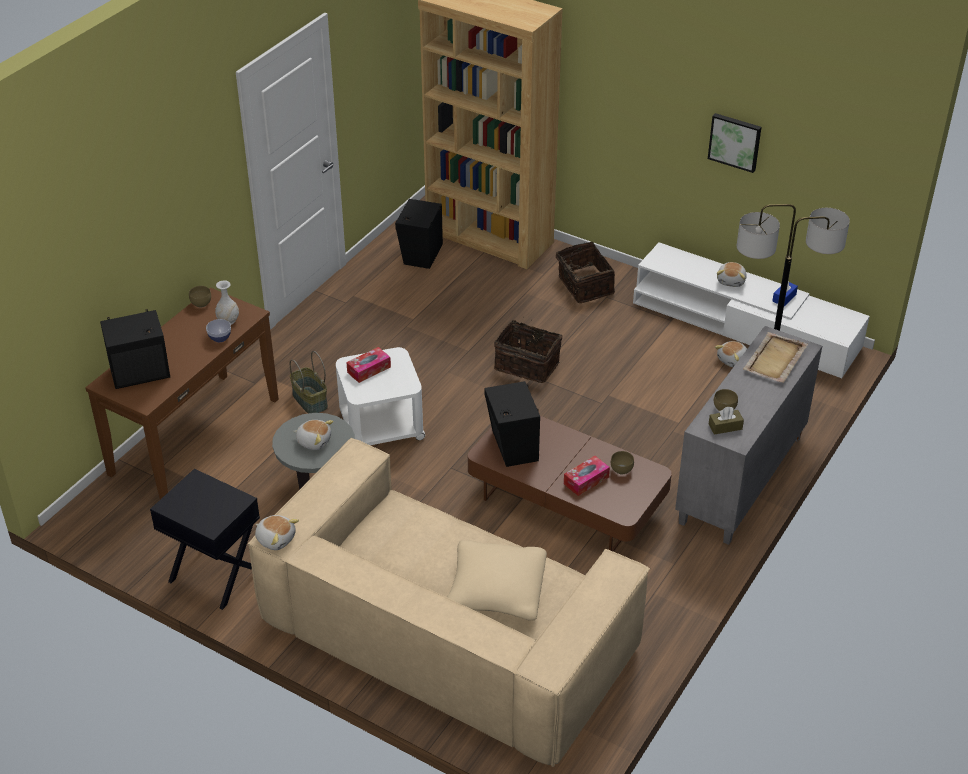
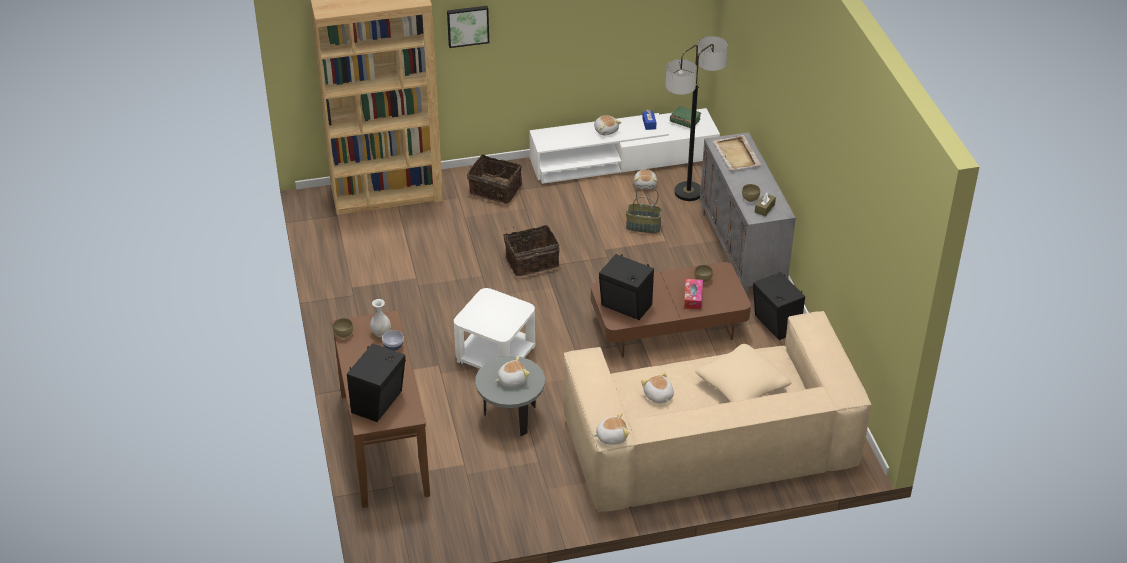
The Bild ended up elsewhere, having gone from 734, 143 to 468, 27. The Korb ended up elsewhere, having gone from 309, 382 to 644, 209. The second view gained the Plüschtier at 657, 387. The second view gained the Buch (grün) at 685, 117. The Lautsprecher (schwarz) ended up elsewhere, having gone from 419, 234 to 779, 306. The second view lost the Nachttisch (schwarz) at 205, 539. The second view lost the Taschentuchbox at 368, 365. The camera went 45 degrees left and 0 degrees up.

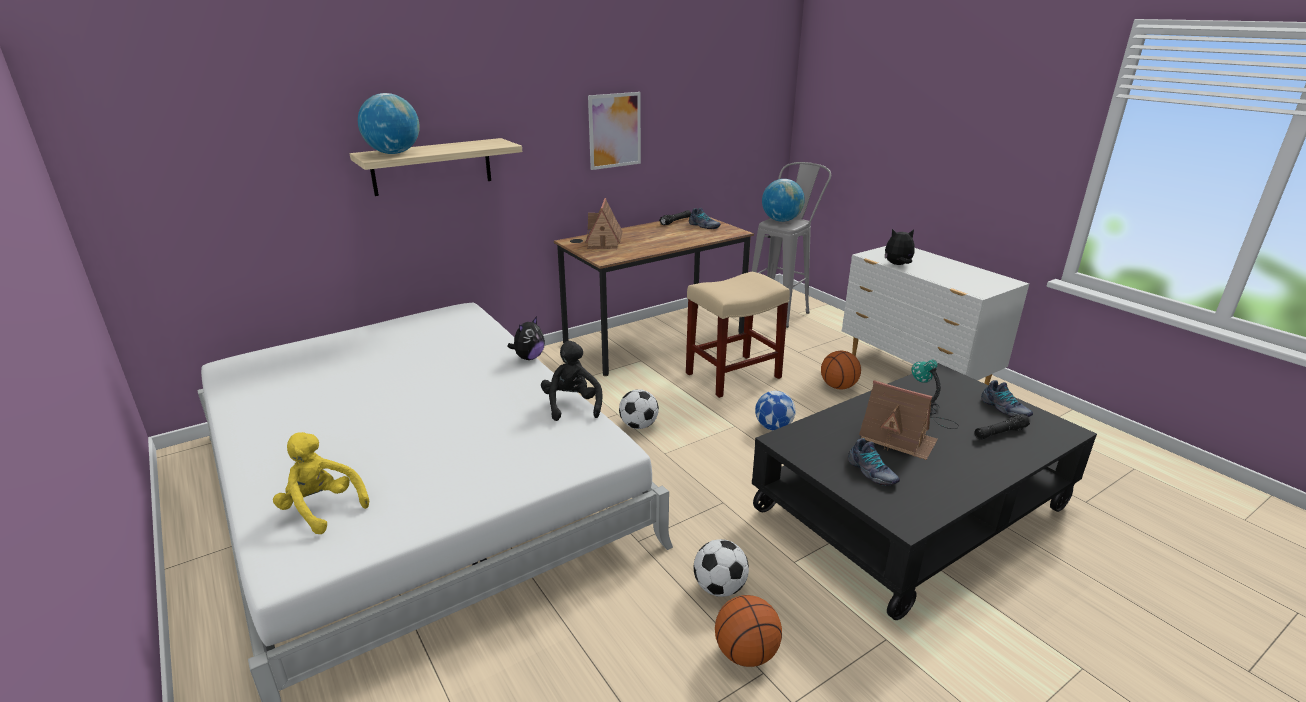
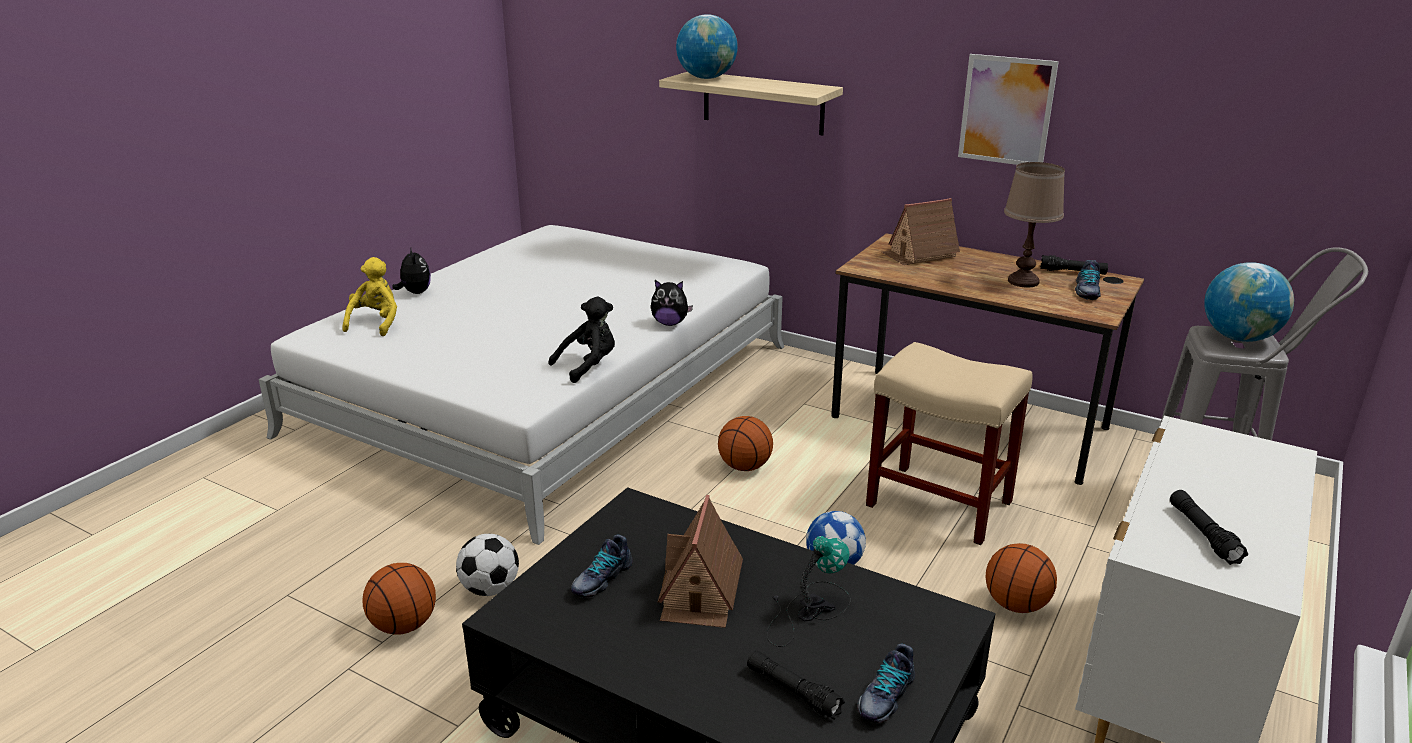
The Plüschtier ended up elsewhere, having gone from 900, 247 to 411, 270. Where the Fußball stood at 639, 409, the Basketball came to stand at 745, 443. The second view gained the Tischlampe (braun) at 1034, 224. The second view gained the Taschenlampe (schwarz) at 1209, 527. The camera went 65 degrees right and 0 degrees up.

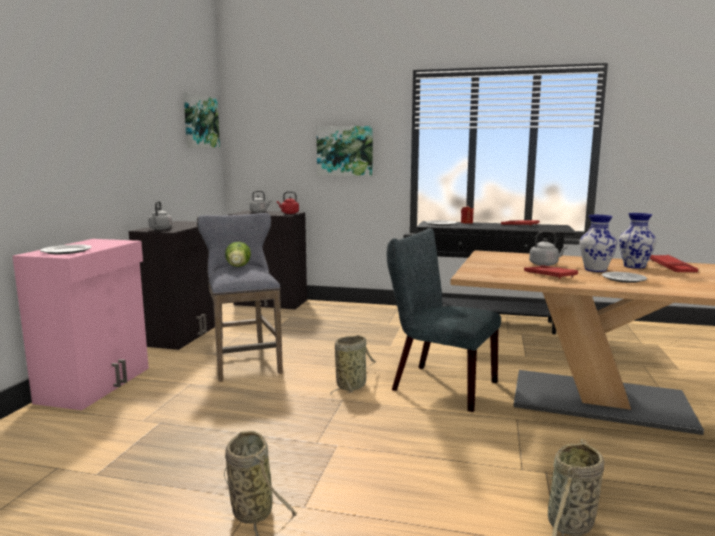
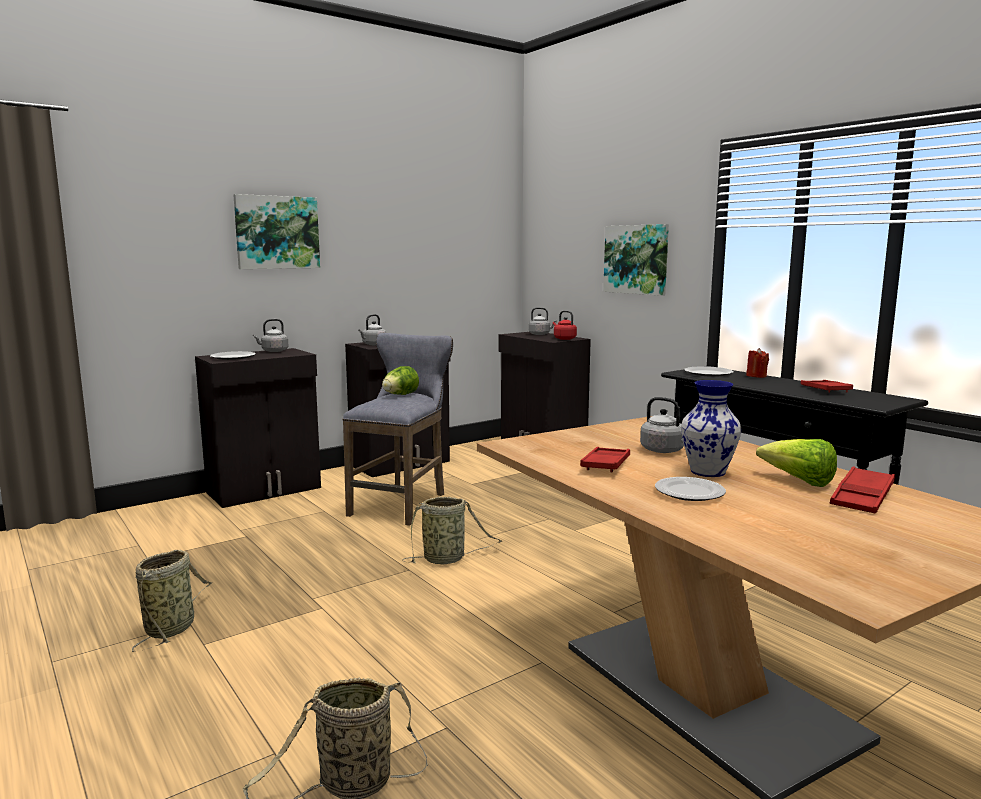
What was the Schrank (rosa) at 80, 324 turned into the Schrank (schwarz) at 258, 428. The Bild ended up elsewhere, having gone from 202, 120 to 276, 231. The second view gained the Wasserkessel (grau) at 270, 335. Where the Vase stood at 638, 241, the Salatkopf came to stand at 796, 463. The second view lost the Stuhl (grau) at 444, 320. The camera went 40 degrees right and 0 degrees up.

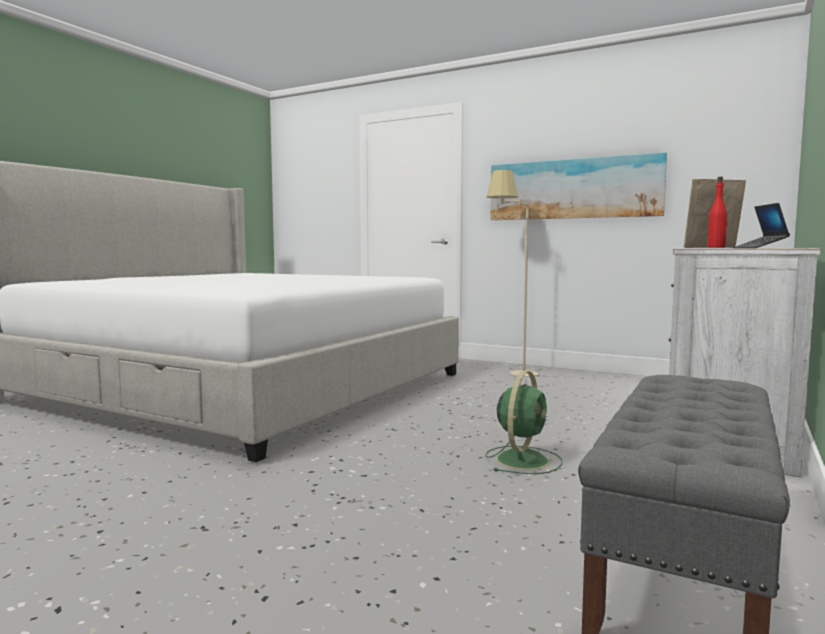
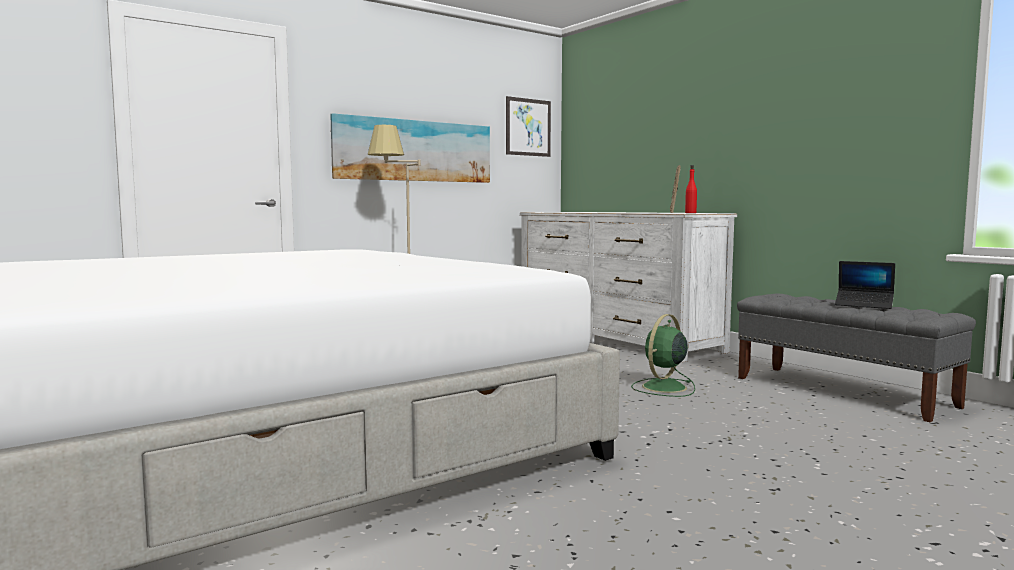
The second view gained the Bild at 528, 126. The Ventilator (grün) at 523, 422 ended up facing another way, 105 degrees counterclockwise from before. The Laptop ended up elsewhere, having gone from 762, 225 to 865, 285. The camera went 65 degrees left and 0 degrees up.

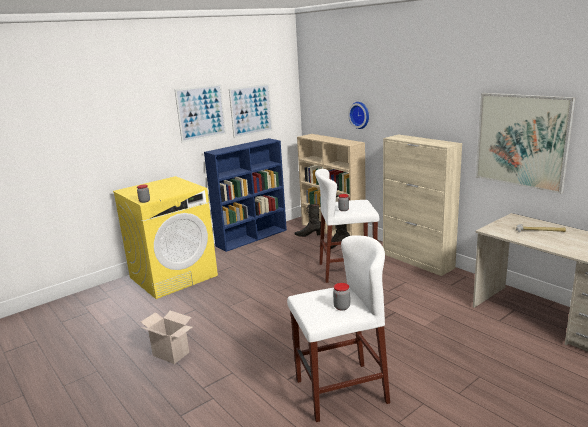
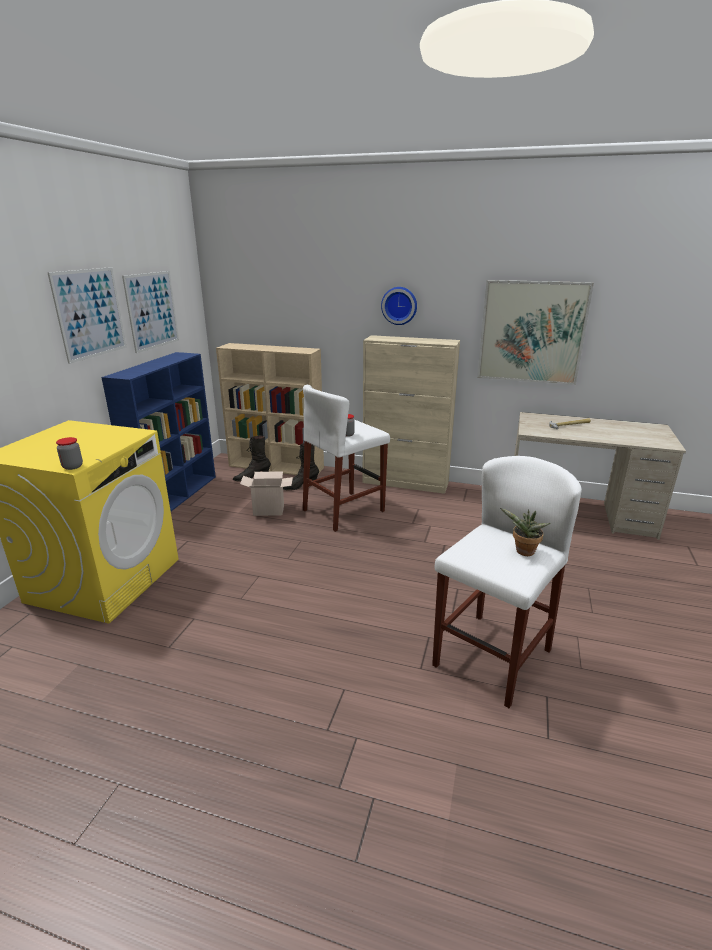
The Karton ended up elsewhere, having gone from 166, 337 to 266, 493. The Wanduhr ended up elsewhere, having gone from 358, 115 to 399, 306. Where the Vorratsglas stood at 341, 297, the Topfpflanze came to stand at 525, 532. The camera went 35 degrees left and 5 degrees up.

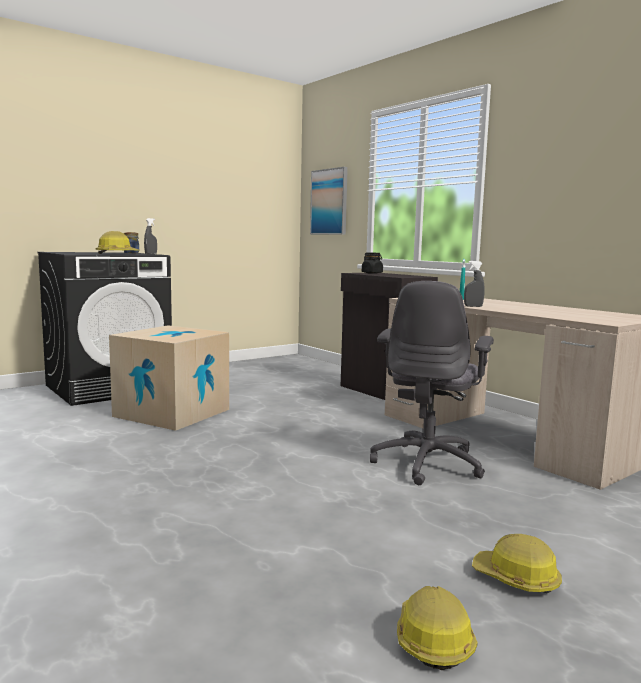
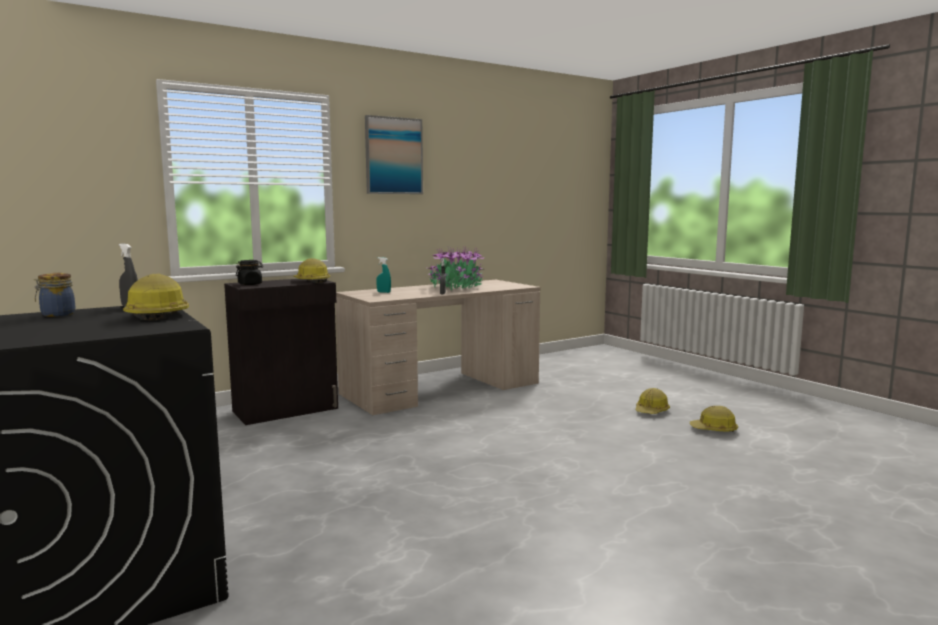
The second view gained the Schutzhelm at 311, 270. The Bild ended up elsewhere, having gone from 329, 201 to 394, 154. The second view gained the Topfpflanze at 456, 268. The second view lost the Karton at 169, 378. The second view lost the Bürostuhl (grau) at 432, 383. The camera went 85 degrees left and 0 degrees up.

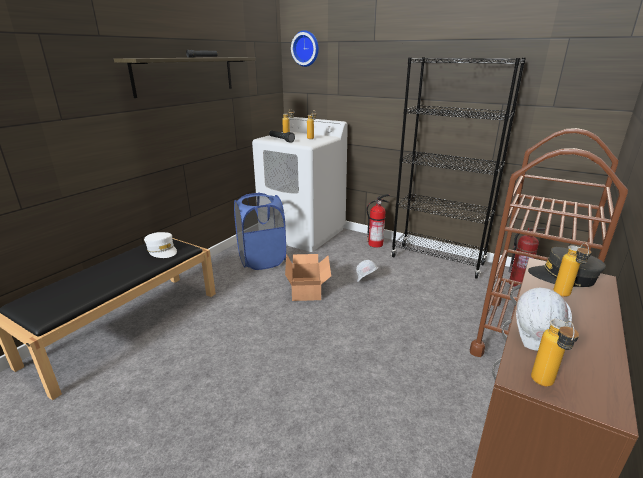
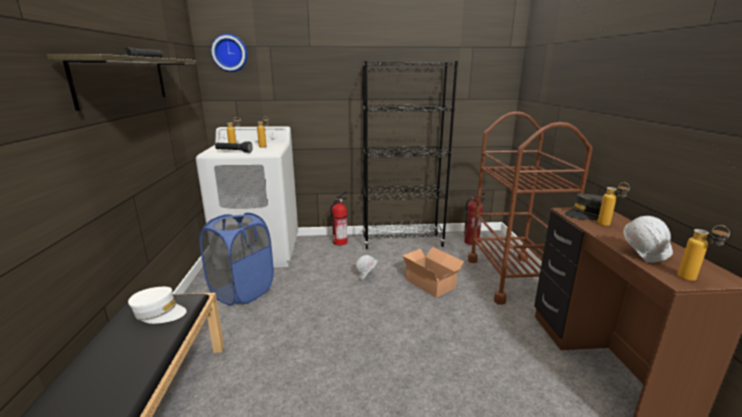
The Karton ended up elsewhere, having gone from 308, 277 to 433, 272. The camera went 35 degrees left and 5 degrees down.

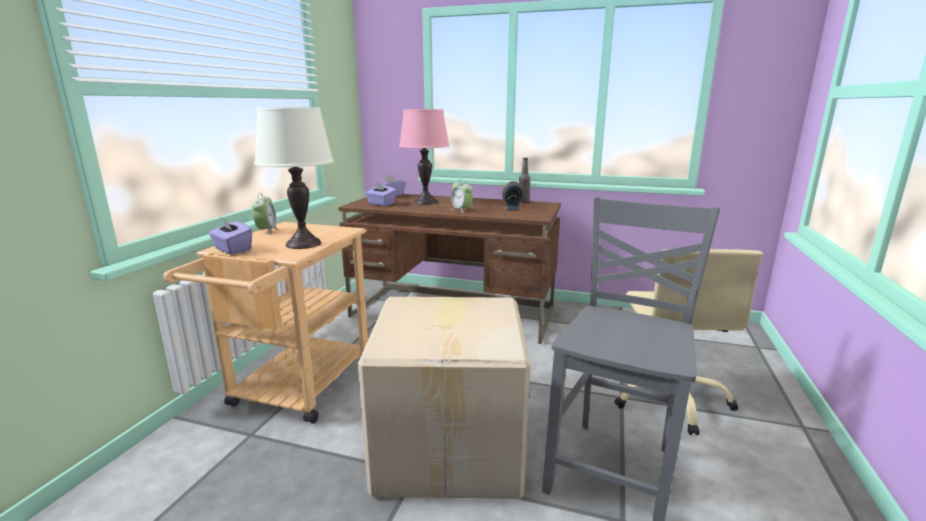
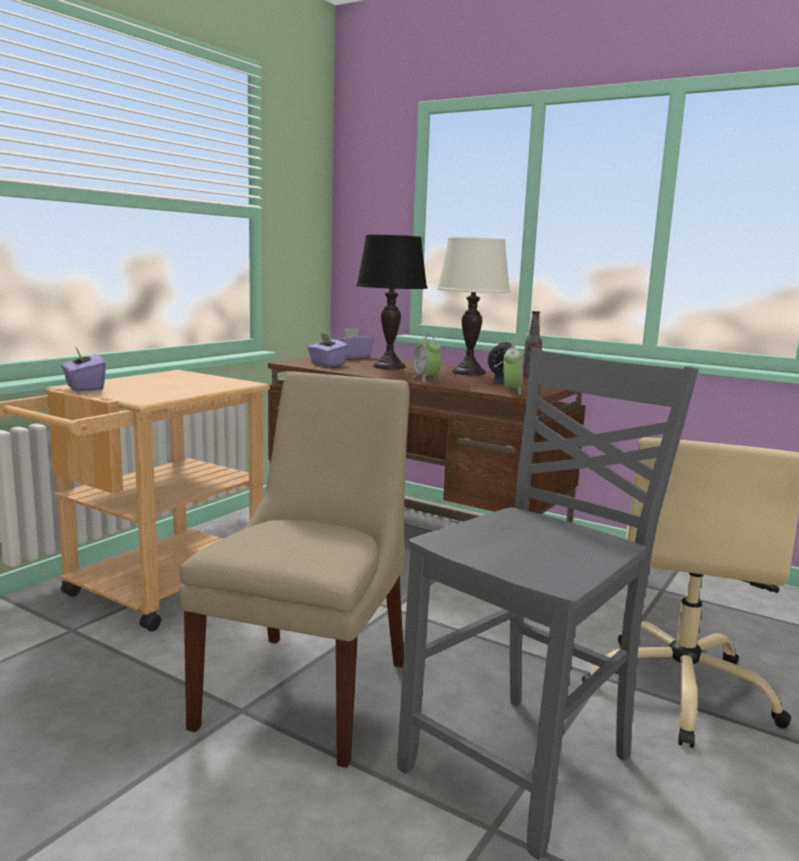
Where the Karton stood at 444, 398, the Stuhl (beige) came to stand at 294, 569. What was the Tischlampe (rosa) at 424, 157 turned into the Tischlampe (schwarz) at 391, 302. The Tischlampe (weiß) ended up elsewhere, having gone from 294, 178 to 473, 306. The Wecker ended up elsewhere, having gone from 265, 214 to 513, 368. The camera went 15 degrees right and 5 degrees down.

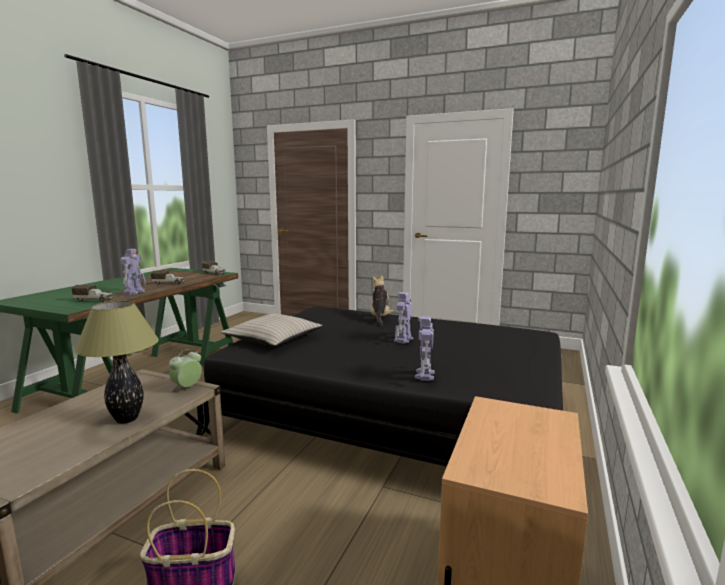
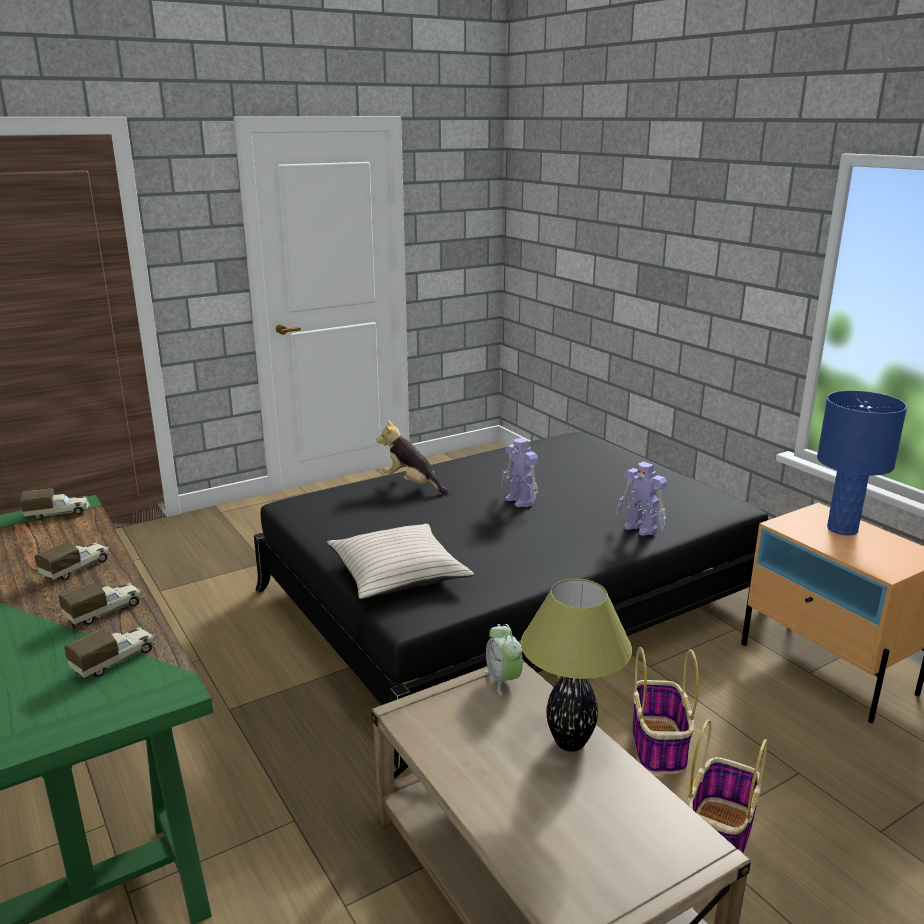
Where the Spielzeugroboter stood at 133, 272, the Spielzeuglaster came to stand at 100, 603. The second view gained the Korb at 665, 710. The second view gained the Tischlampe (blau) at 862, 463. The camera went 55 degrees left and 10 degrees up.

